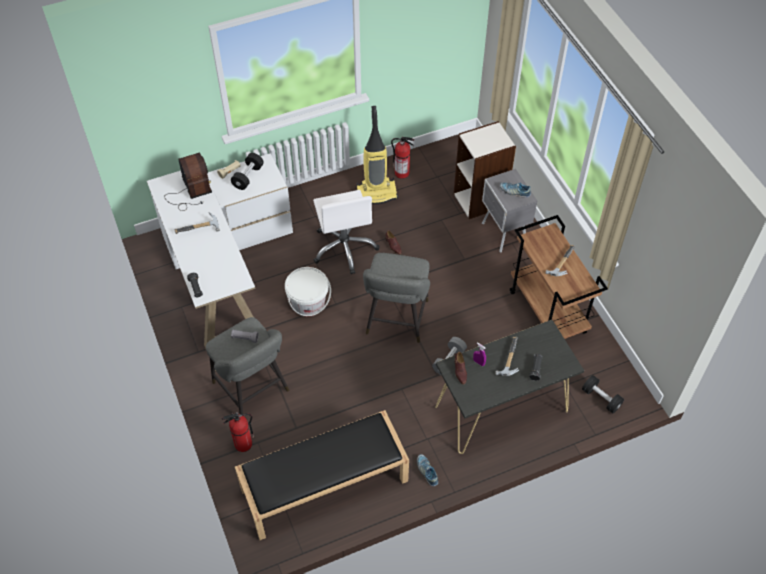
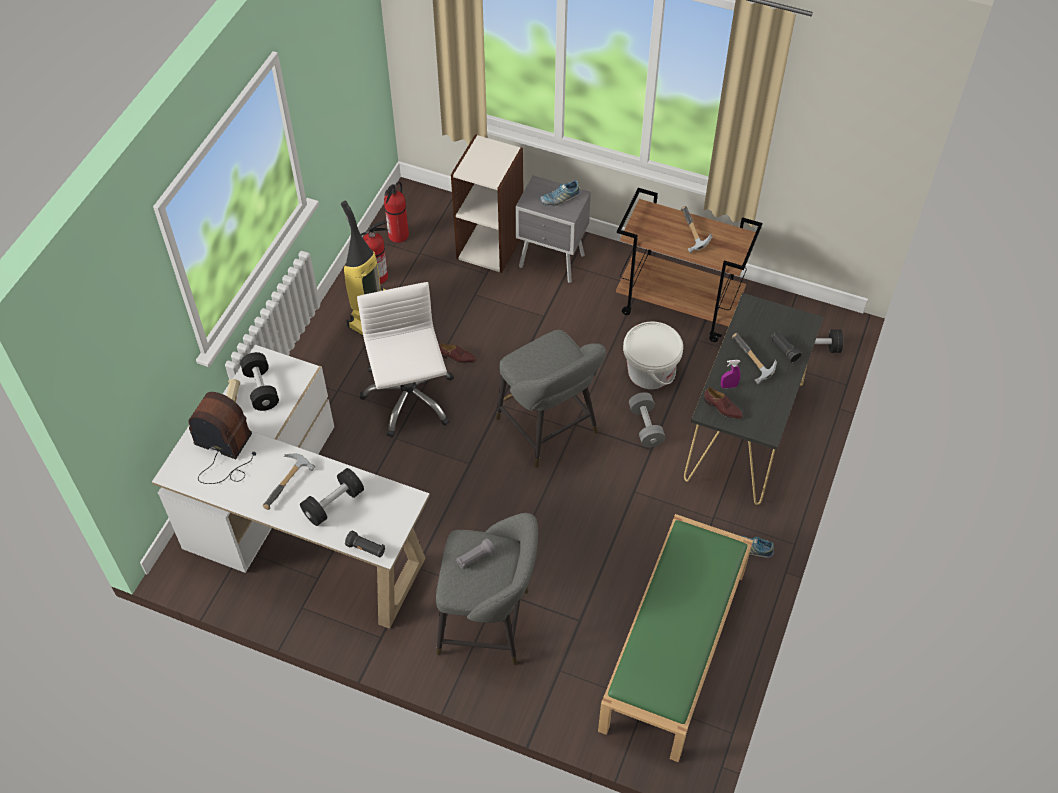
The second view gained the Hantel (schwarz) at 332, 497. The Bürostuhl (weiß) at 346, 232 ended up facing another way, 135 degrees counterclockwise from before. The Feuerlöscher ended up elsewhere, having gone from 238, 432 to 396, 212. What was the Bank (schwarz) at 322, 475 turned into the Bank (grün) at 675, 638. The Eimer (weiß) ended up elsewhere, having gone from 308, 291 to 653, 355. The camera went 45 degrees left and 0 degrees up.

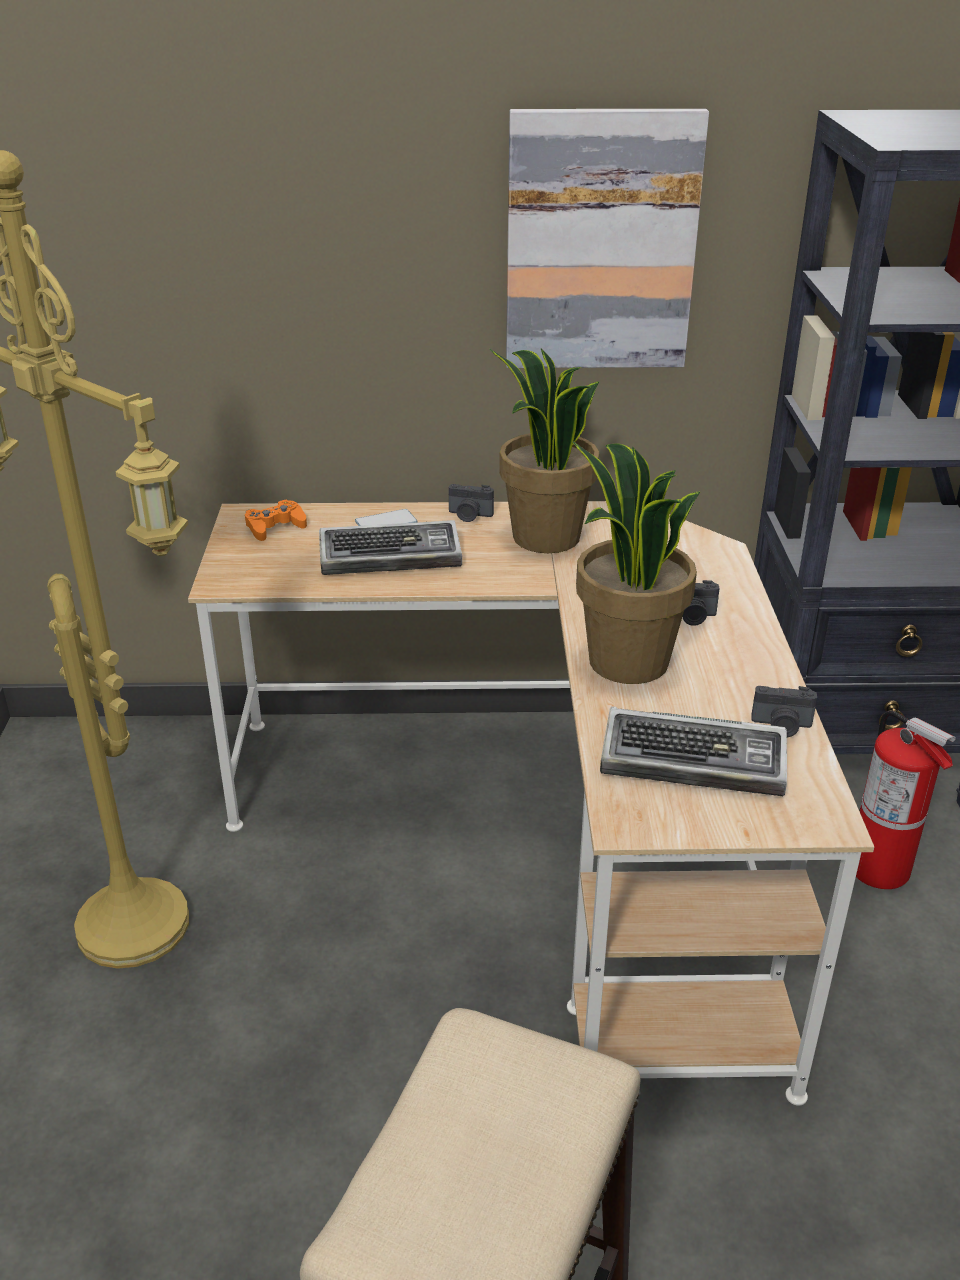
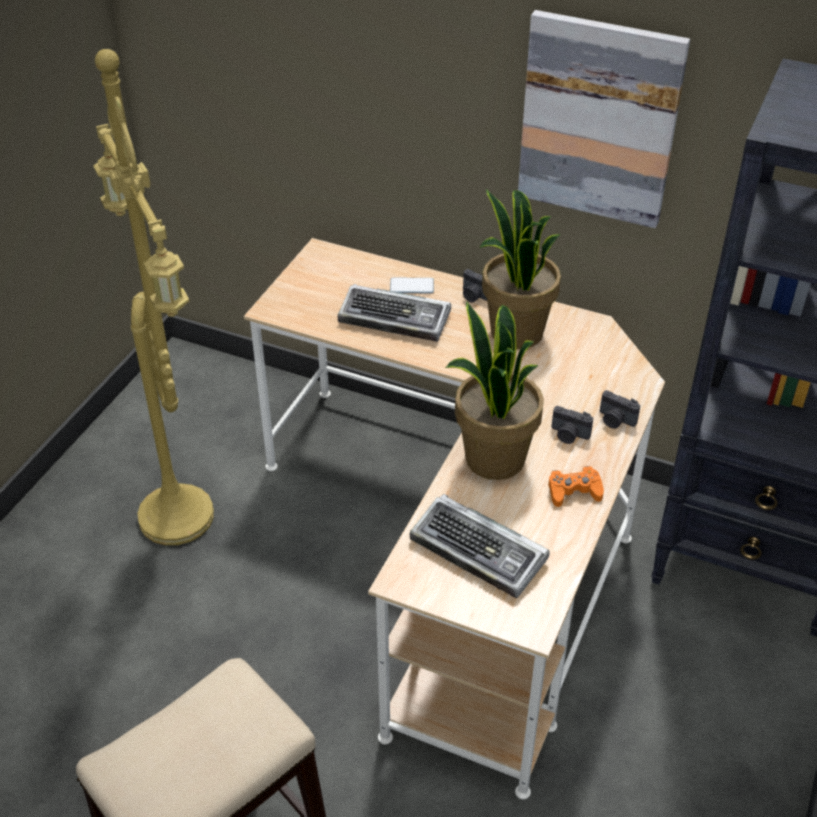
The Gamepad (orange) ended up elsewhere, having gone from 276, 520 to 576, 486. The Kamera ended up elsewhere, having gone from 784, 712 to 620, 409. The second view lost the Feuerlöscher at 906, 799. The camera went 25 degrees right and 10 degrees up.

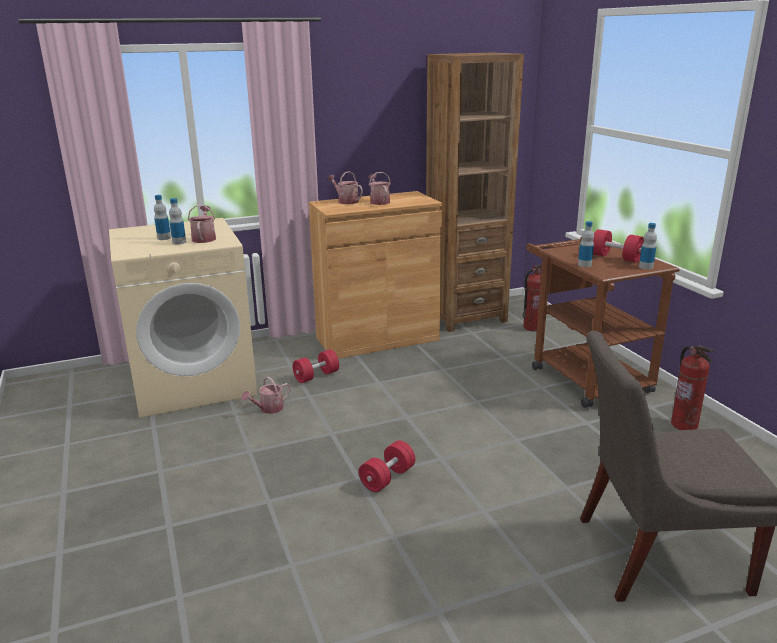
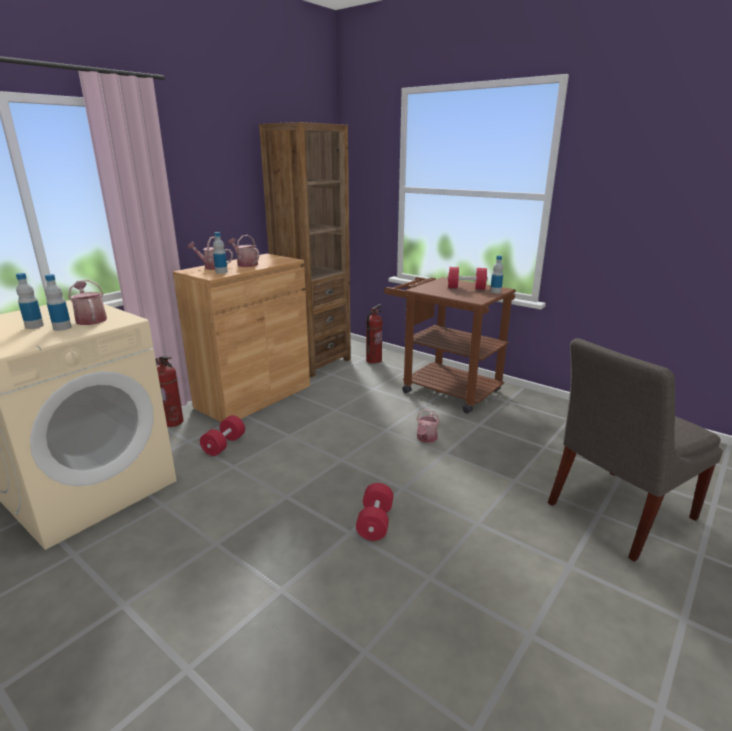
The Feuerlöscher ended up elsewhere, having gone from 692, 387 to 170, 391. The Flasche ended up elsewhere, having gone from 586, 244 to 220, 253. The Gießkanne ended up elsewhere, having gone from 266, 395 to 428, 426. The camera went 30 degrees left and 0 degrees up.

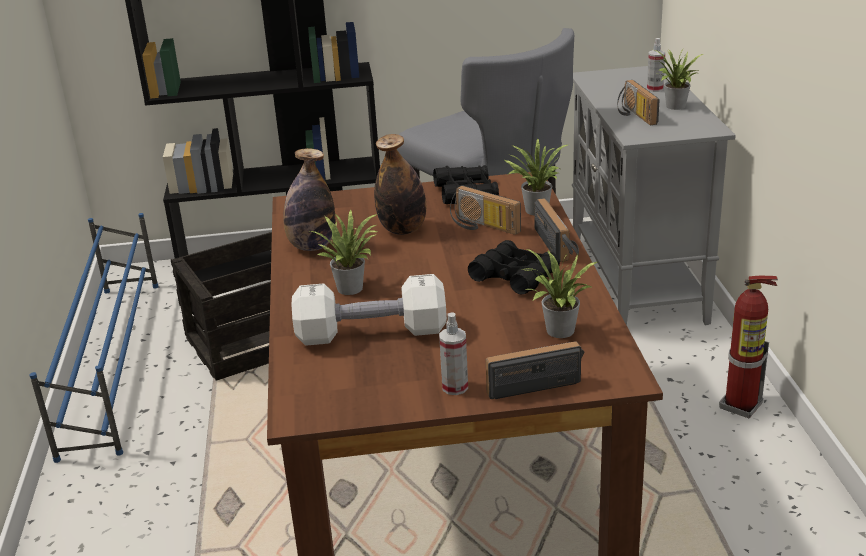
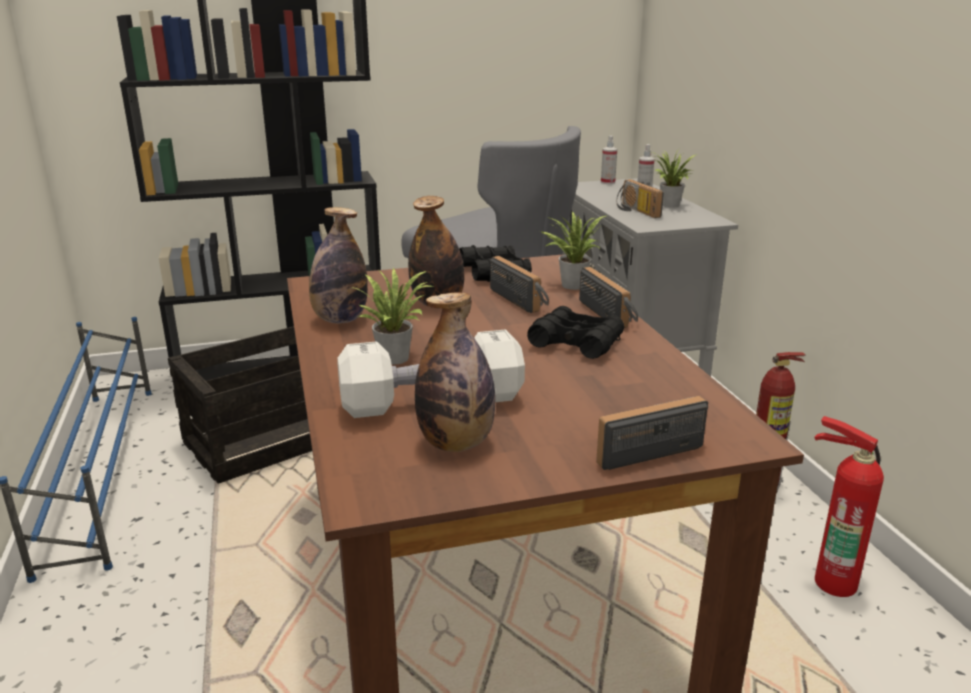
The second view gained the Flasche at 455, 372. The Radio at 485, 210 ended up facing another way, 150 degrees counterclockwise from before. The Sprühflasche ended up elsewhere, having gone from 453, 353 to 609, 160. The second view gained the Feuerlöscher at 849, 506. The second view lost the Topfpflanze at 559, 293. The camera went 10 degrees left and 5 degrees down.

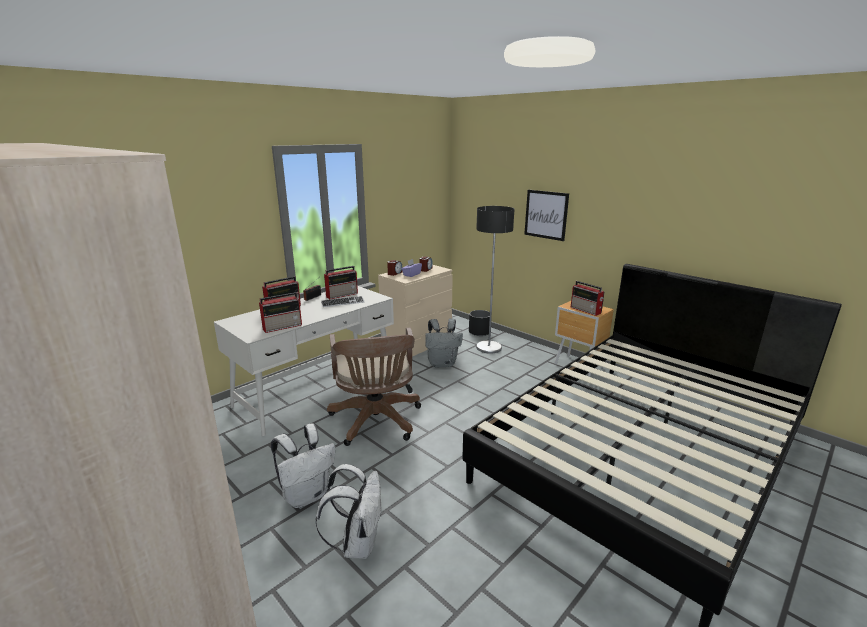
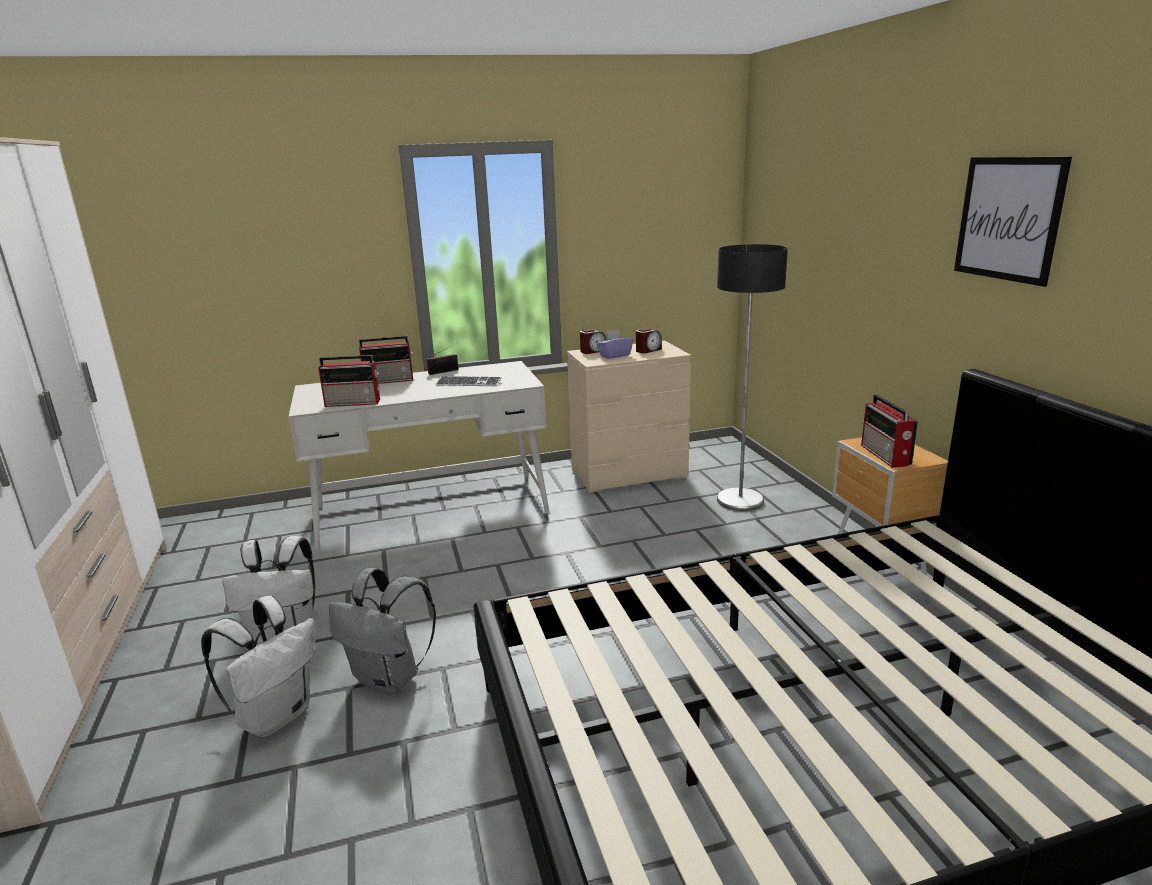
The Rucksack (grau) ended up elsewhere, having gone from 444, 343 to 382, 631. The Bild ended up elsewhere, having gone from 546, 215 to 1013, 222. The second view lost the Radio at 341, 282. The second view lost the Bürostuhl (braun) at 374, 387. The second view lost the Pflanzkübel (schwarz) at 479, 323. The camera went 30 degrees right and 0 degrees up.

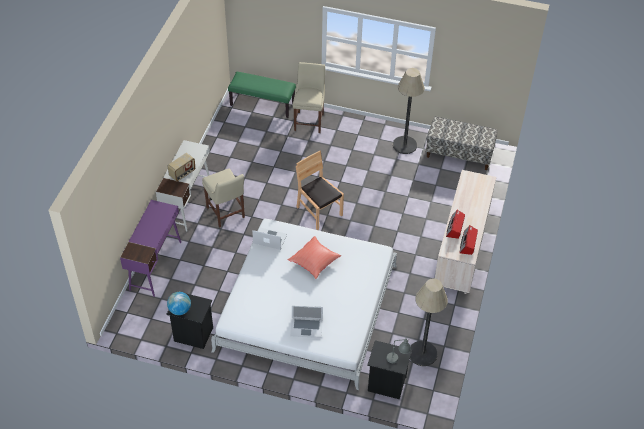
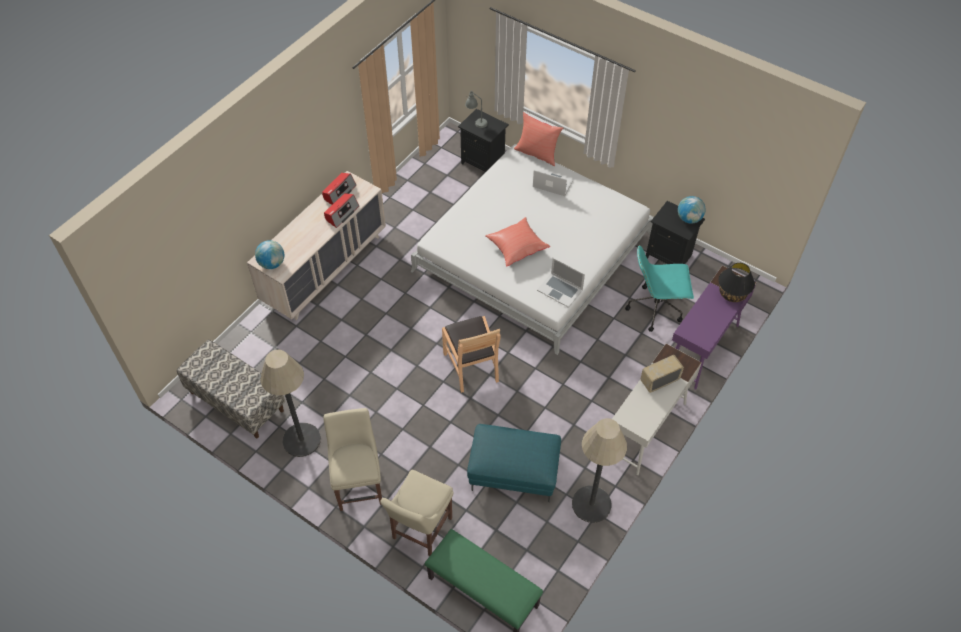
The second view gained the Globus at 269, 254. The Stuhl (beige) ended up elsewhere, having gone from 223, 198 to 352, 459. The second view gained the Polsterhocker (türkis) at 514, 463. The second view gained the Kissen (rot) at 538, 139. The Stehlampe ended up elsewhere, having gone from 429, 322 to 599, 470. The second view gained the Bürostuhl (türkis) at 659, 288. The second view gained the Tischlampe (schwarz) at 737, 282. The camera went 160 degrees left and 5 degrees up.

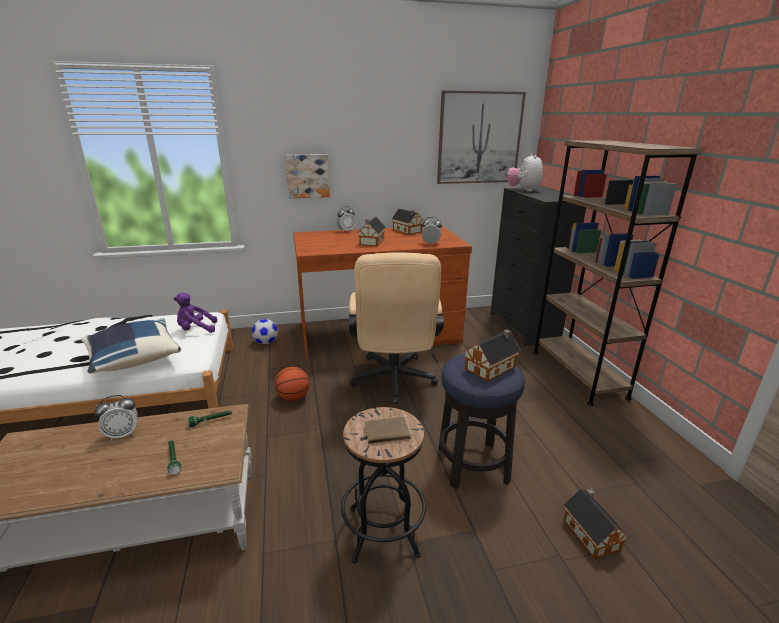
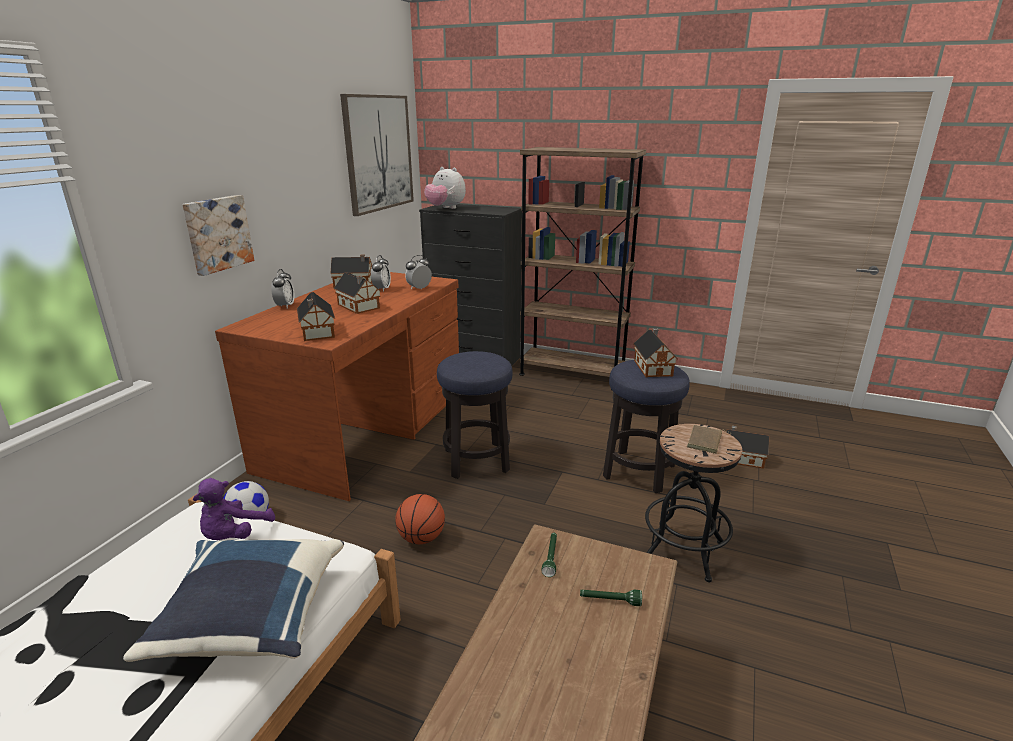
The second view gained the Spielzeughaus at 316, 316. The Wecker ended up elsewhere, having gone from 116, 418 to 381, 273. Where the Bürostuhl (beige) stood at 396, 328, the Hocker came to stand at 475, 415. The camera went 55 degrees left and 0 degrees up.

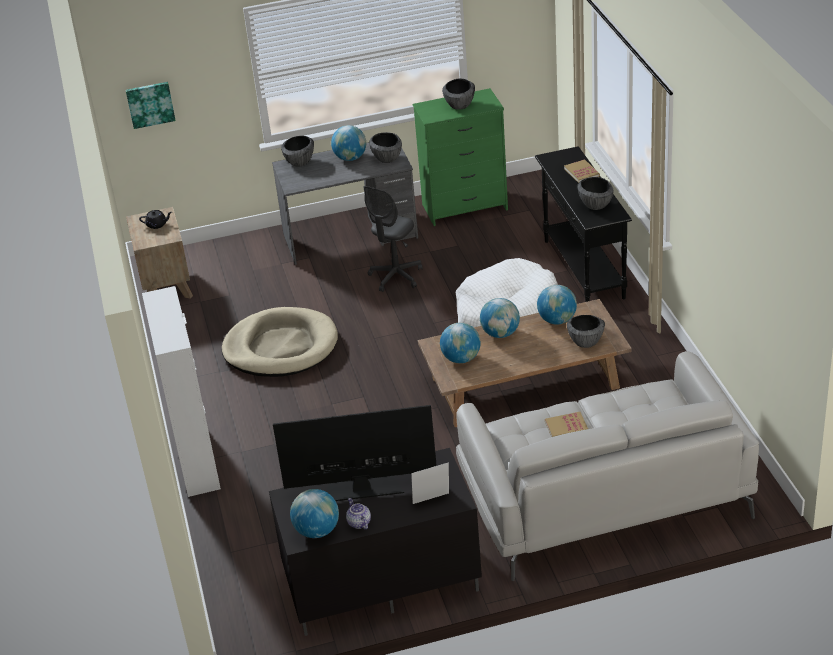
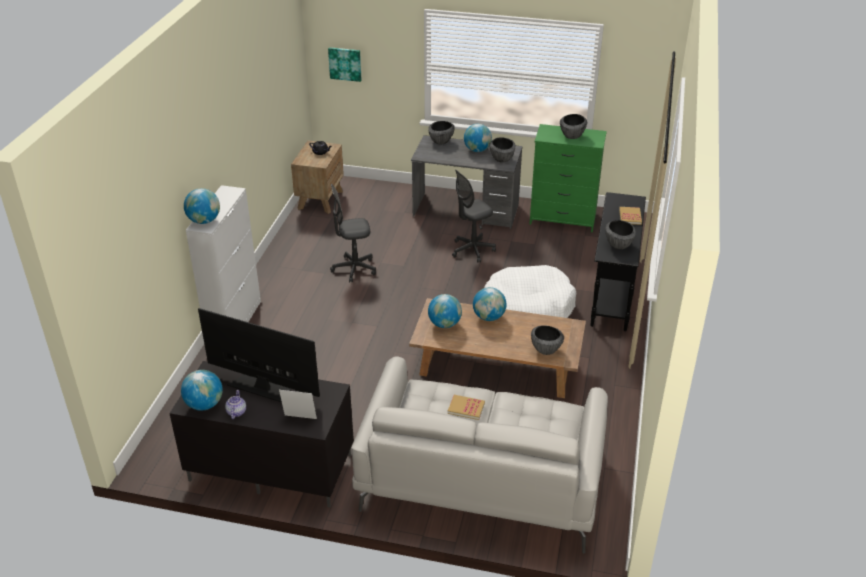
The Globus ended up elsewhere, having gone from 557, 305 to 202, 206. Where the Hundebett (beige) stood at 280, 342, the Bürostuhl (grau) came to stand at 353, 233. The camera went 25 degrees right and 0 degrees up.

